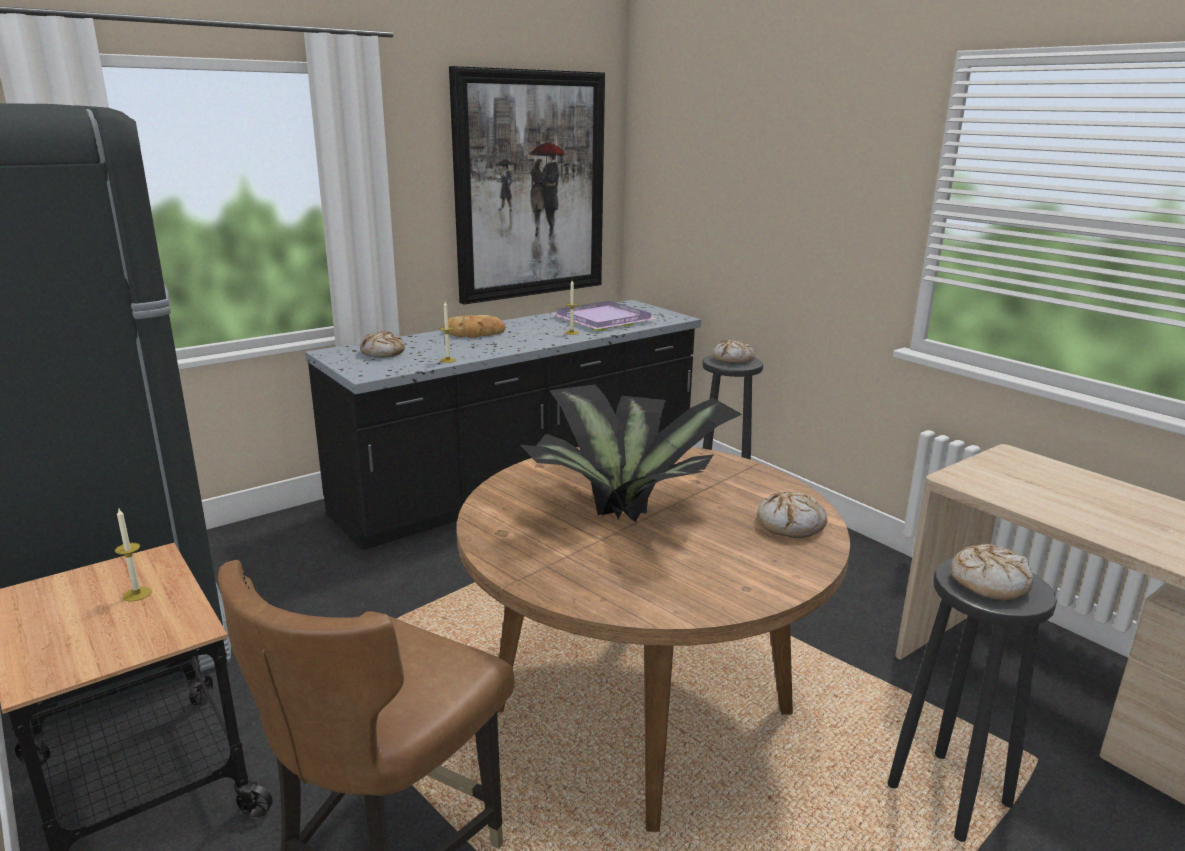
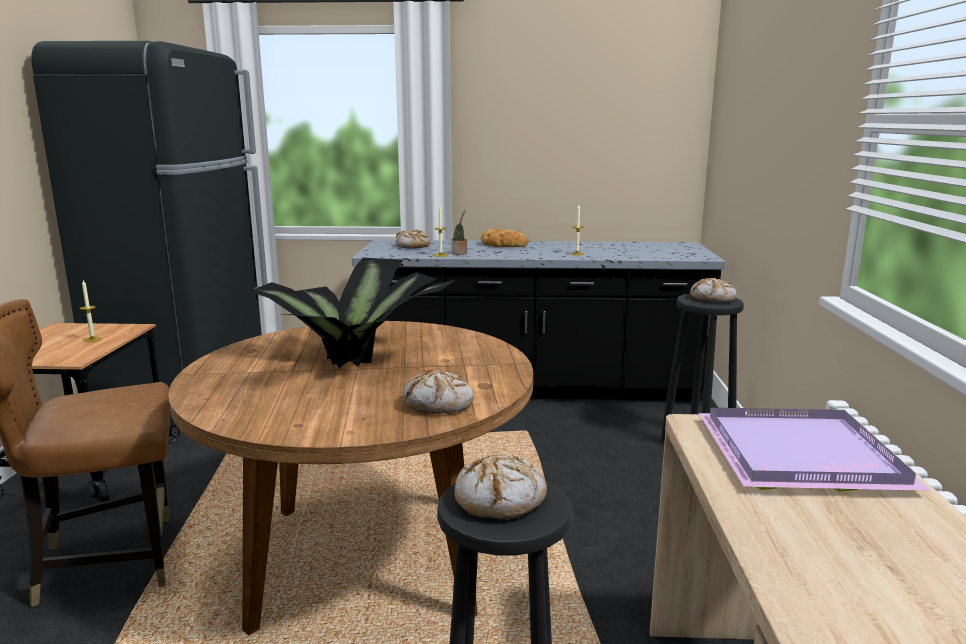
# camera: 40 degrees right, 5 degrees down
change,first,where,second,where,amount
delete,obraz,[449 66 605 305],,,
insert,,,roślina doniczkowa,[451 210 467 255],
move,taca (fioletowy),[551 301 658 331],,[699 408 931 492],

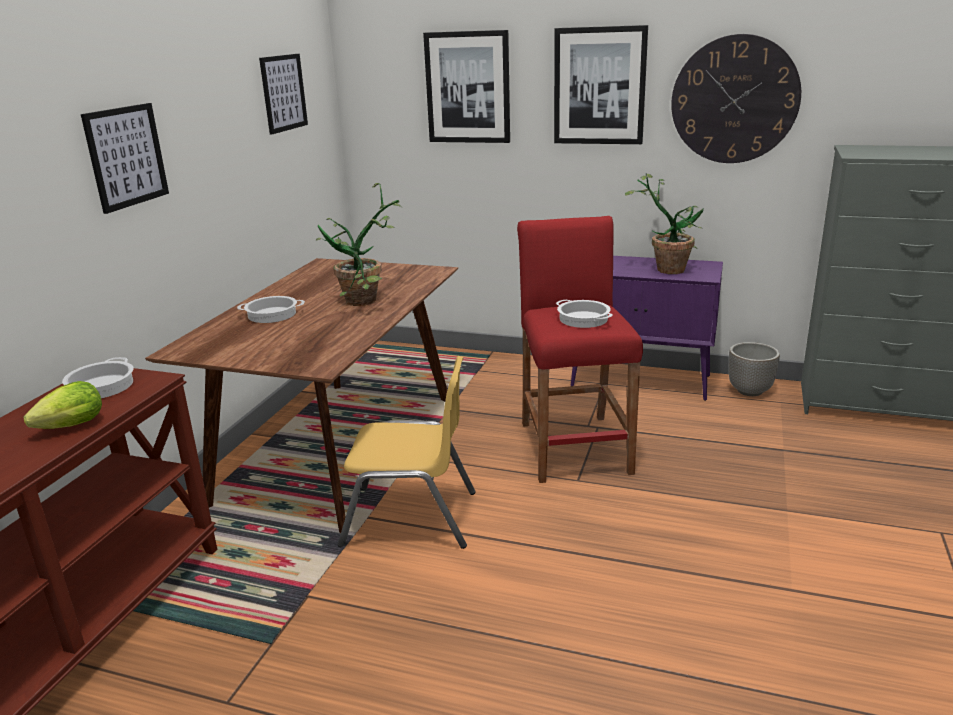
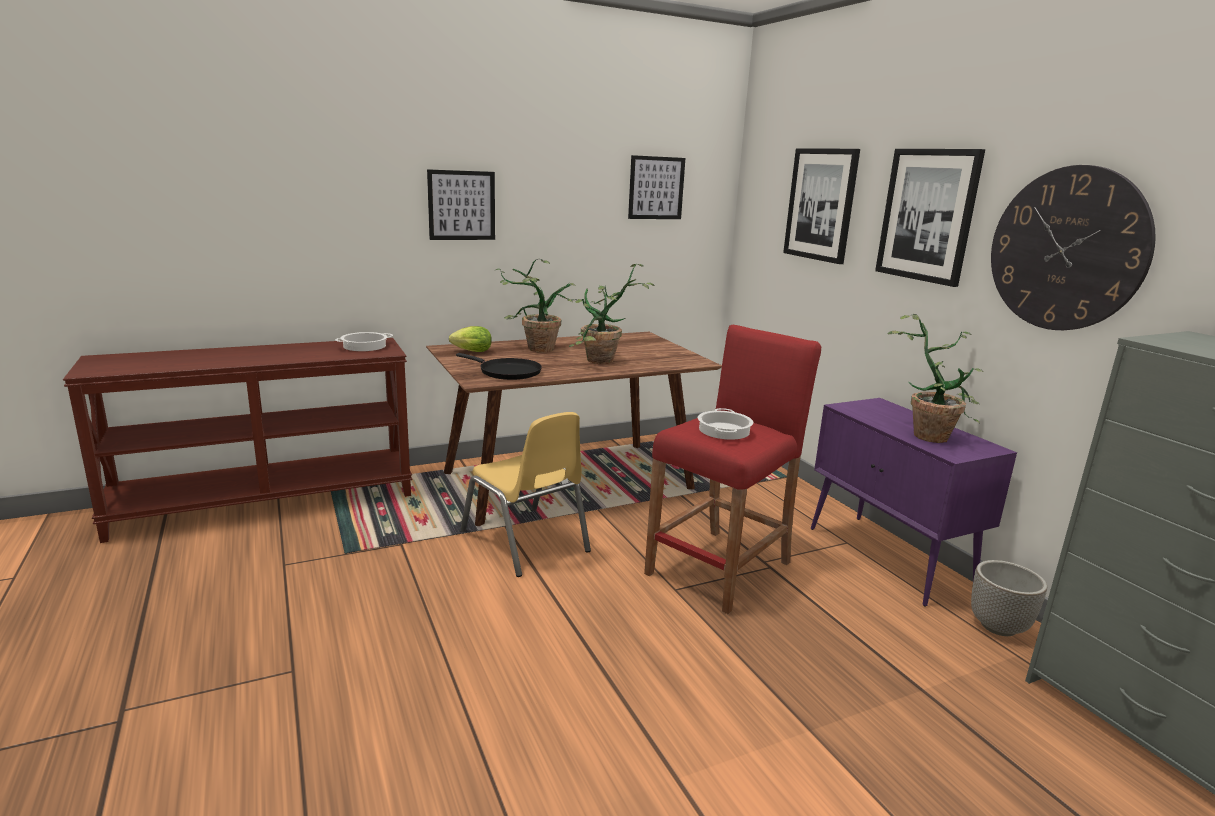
# camera: 45 degrees right, 5 degrees down
change,first,where,second,where,amount
insert,,,patelnia (czarny),[456 353 542 380],
move,sałata,[23 381 102 429],,[449 326 492 352],
replace,garnek,[237 296 305 323],roślina doniczkowa,[496 259 581 352],

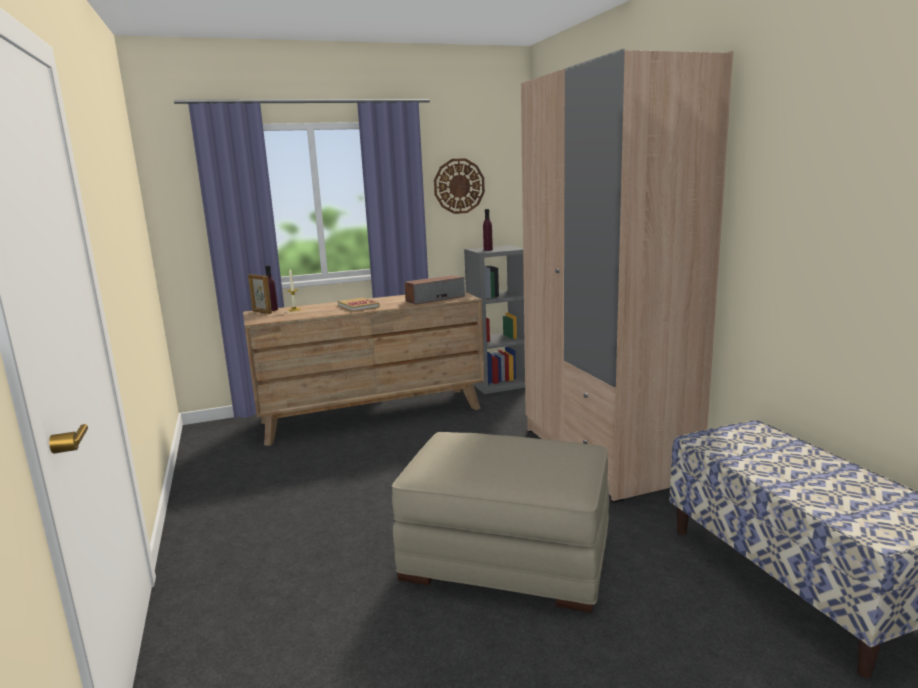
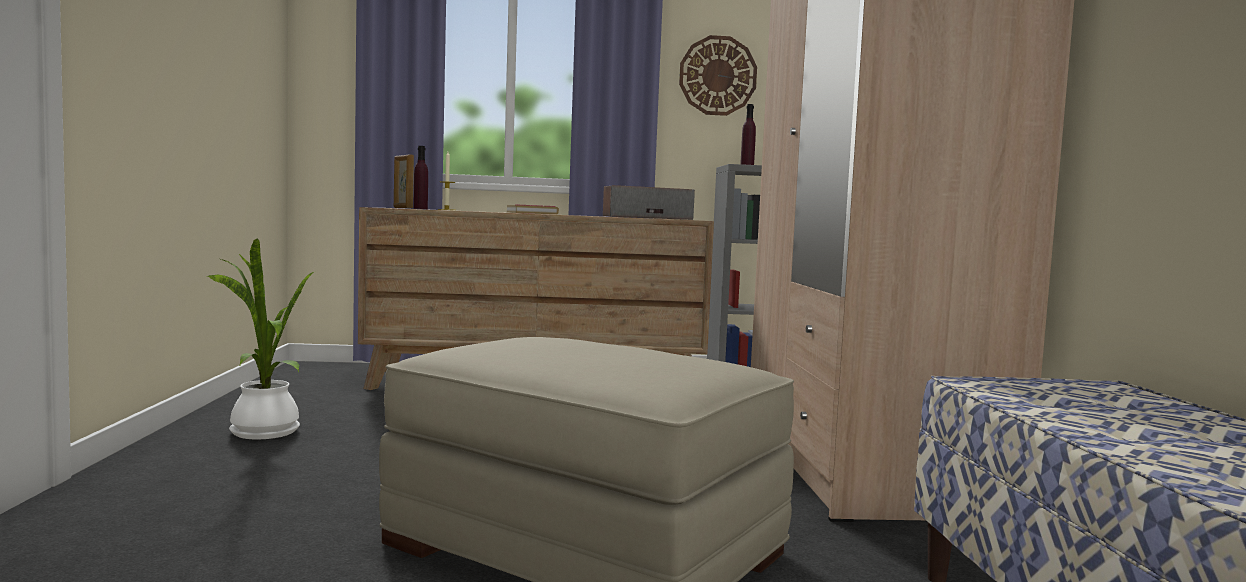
# camera: 15 degrees right, 10 degrees down
change,first,where,second,where,amount
insert,,,roślina doniczkowa,[207 238 316 439],

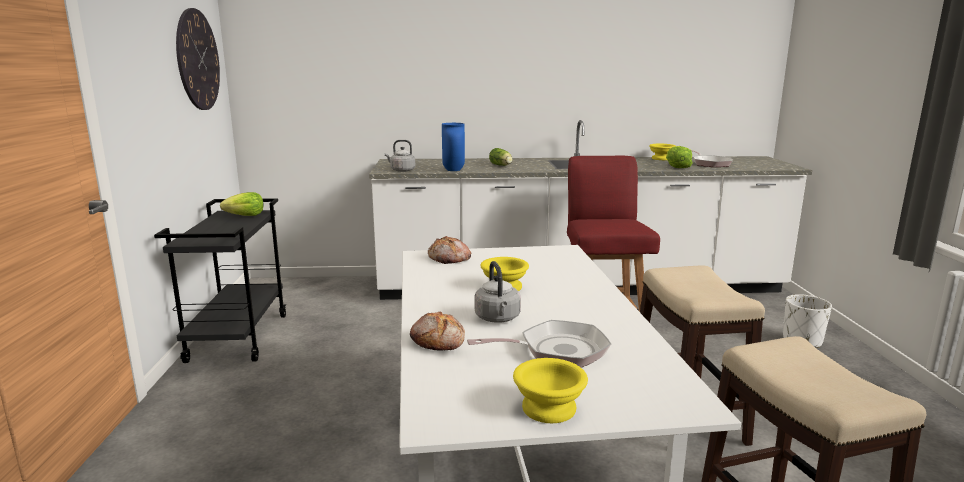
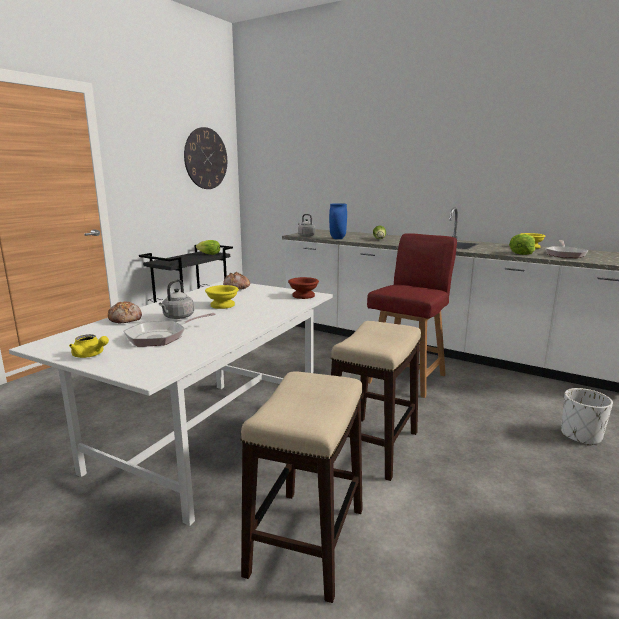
# camera: 35 degrees right, 0 degrees up
change,first,where,second,where,amount
insert,,,miska (brązowy),[288 277 319 299],
replace,miska (żółty),[513 358 588 423],imbryk (żółty),[69 334 109 358],
rotate,patelnia,[467 320 611 368],,[123 313 216 347],120 degrees clockwise

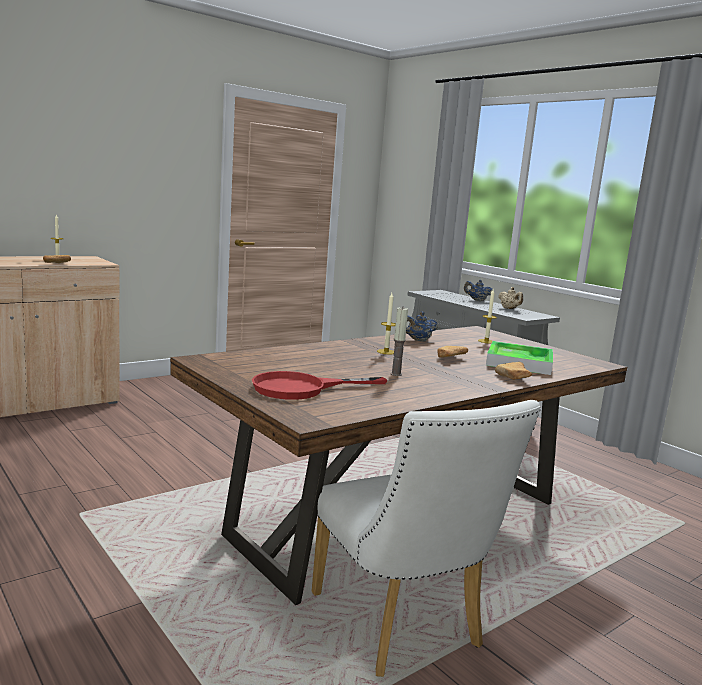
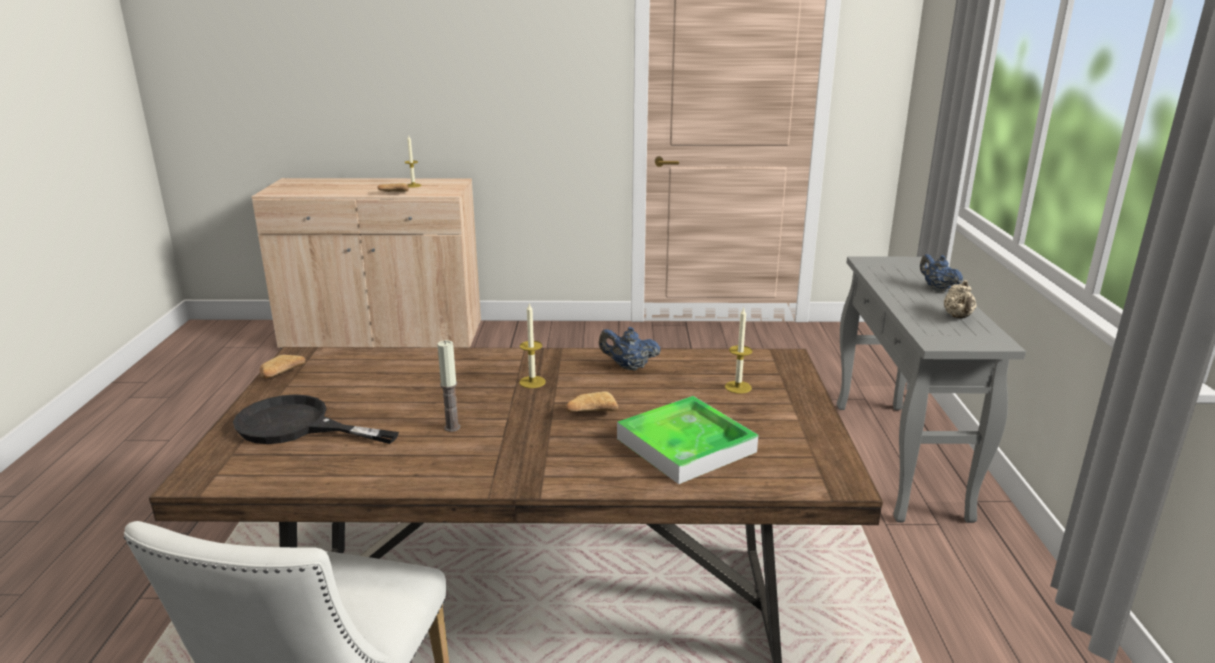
# camera: 40 degrees right, 10 degrees up
change,first,where,second,where,amount
move,chleb,[495 362 532 380],,[260 355 306 379],
recolor,patelnia (czerwony),[252 371 387 400],patelnia (czarny),[233 394 399 444],

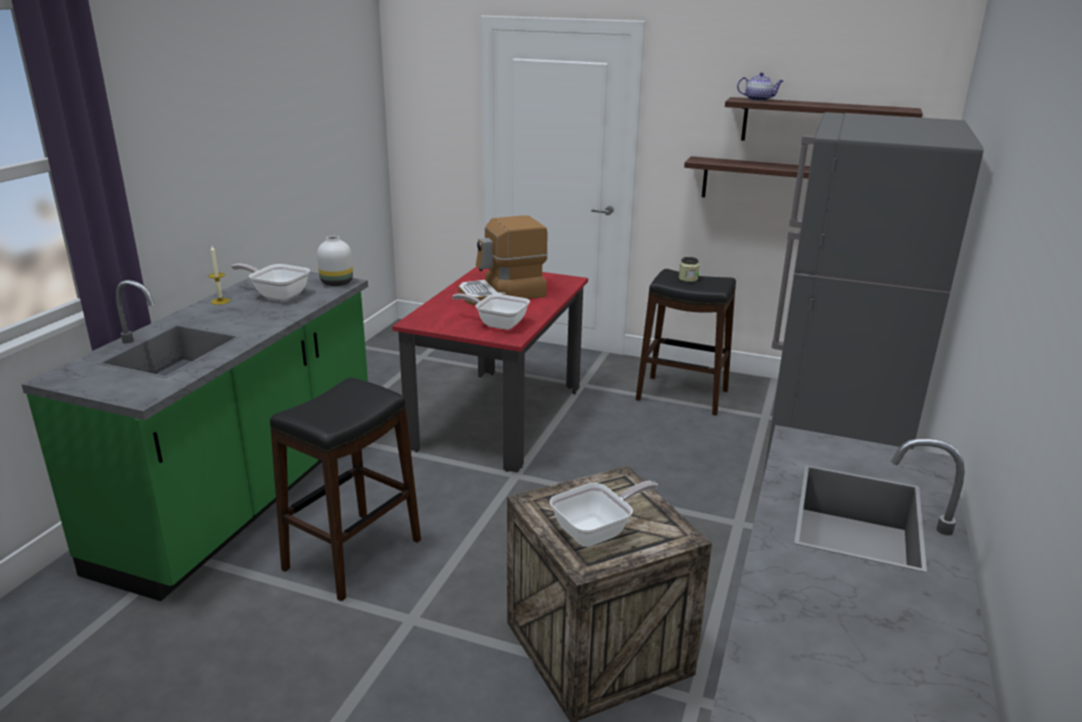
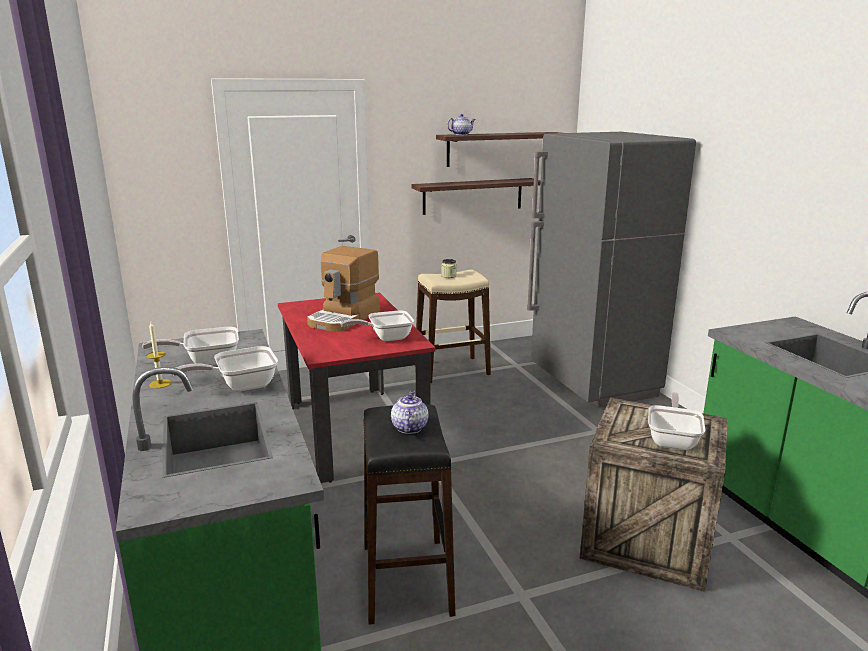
# camera: 40 degrees left, 5 degrees down
change,first,where,second,where,amount
delete,wazon (biały),[317 236 353 286],,,
insert,,,patelnia,[174 346 278 391],
insert,,,imbryk,[391 391 428 434],
recolor,stołek (czarny),[636 269 736 416],stołek (beżowy),[415 269 491 383],

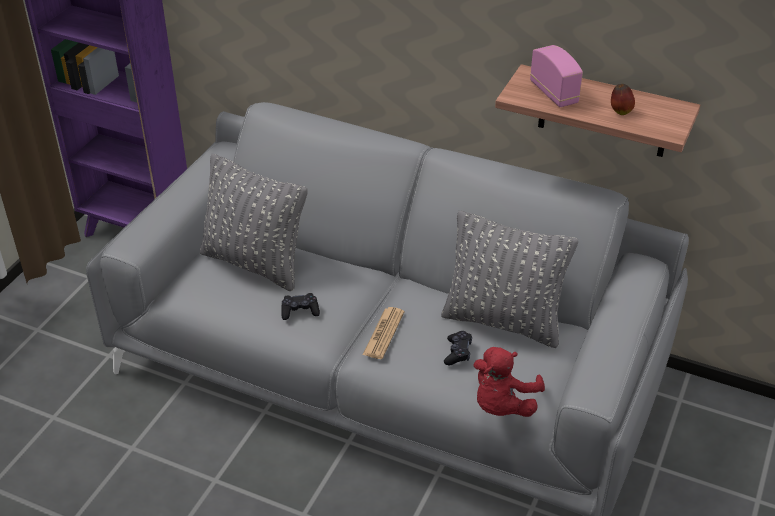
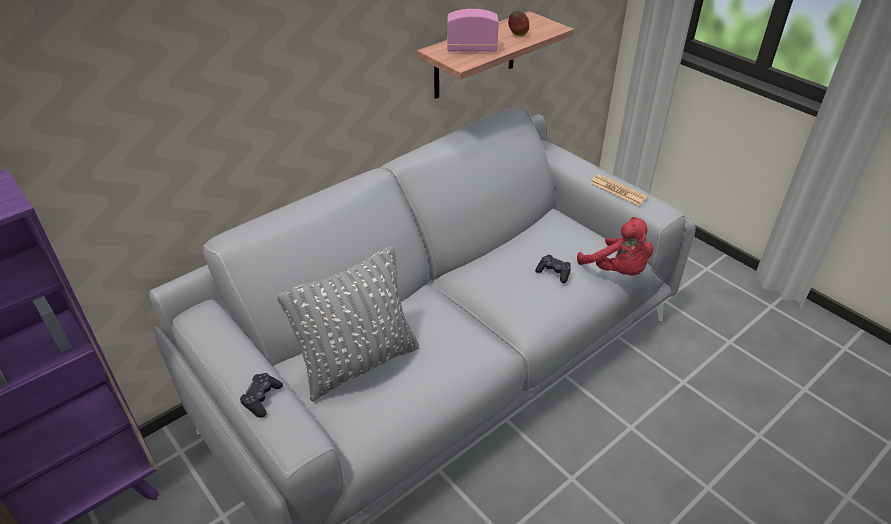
# camera: 65 degrees left, 0 degrees up
change,first,where,second,where,amount
delete,poduszka (szary),[441 211 578 348],,,
move,pad do gier (czarny),[281 293 320 320],,[240 373 283 418],
move,gazeta,[363 307 404 359],,[590 174 648 206],

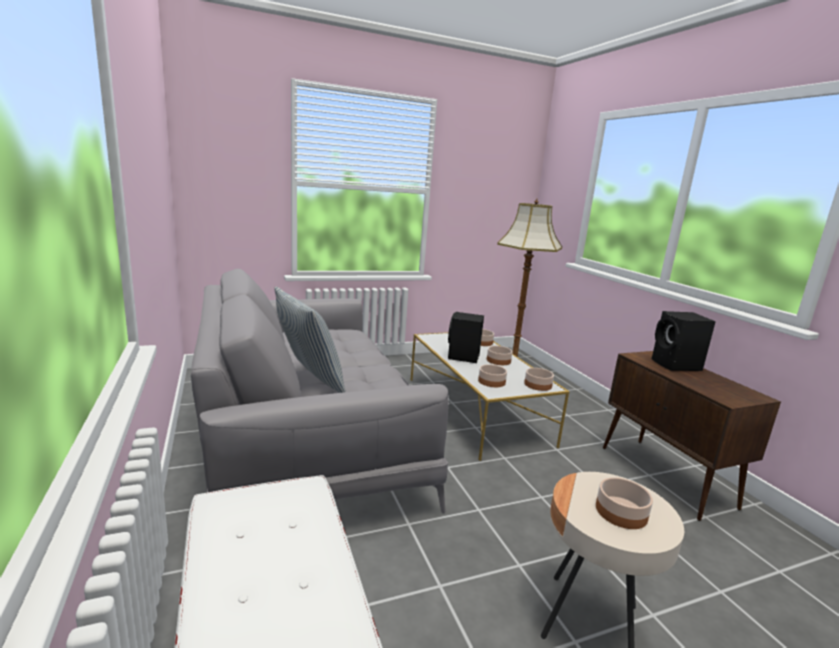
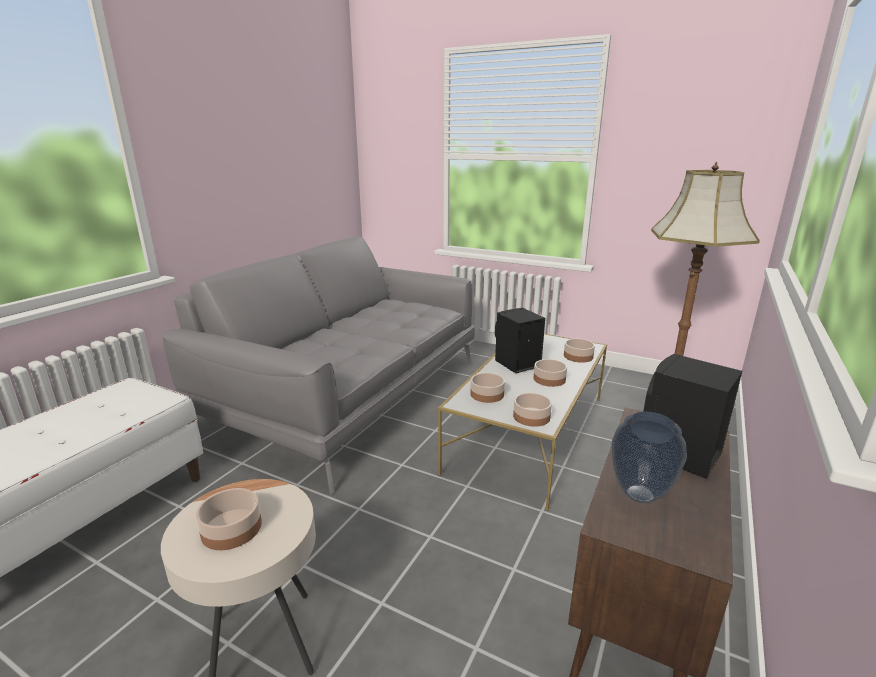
# camera: 50 degrees right, 5 degrees up
change,first,where,second,where,amount
delete,poduszka,[274 286 346 393],,,
insert,,,wazon,[612 412 687 503],

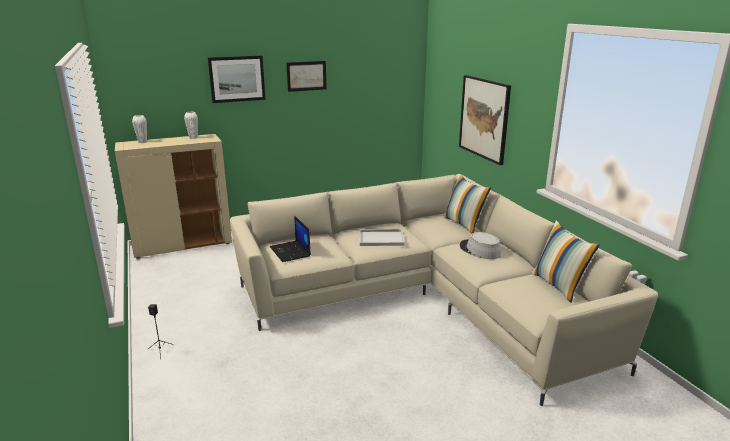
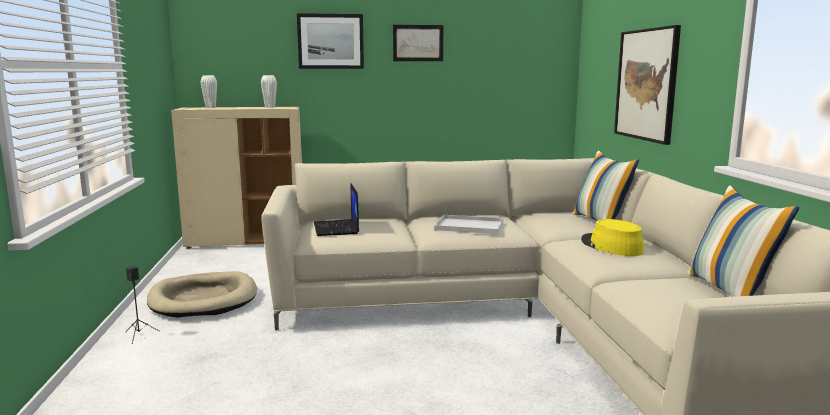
# camera: 15 degrees right, 10 degrees down
change,first,where,second,where,amount
insert,,,legowisko (beżowy),[147 271 257 318],
recolor,kapelusz (szary),[460 232 501 259],kapelusz (żółty),[581 219 644 256],

